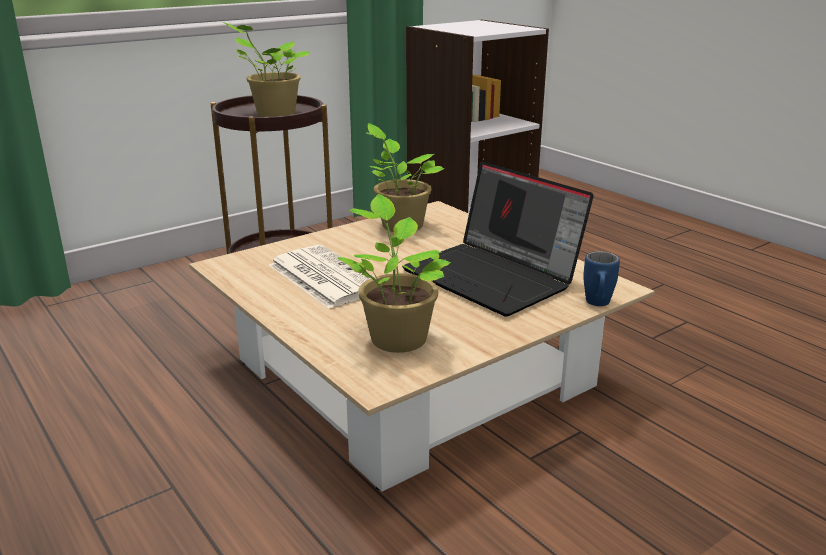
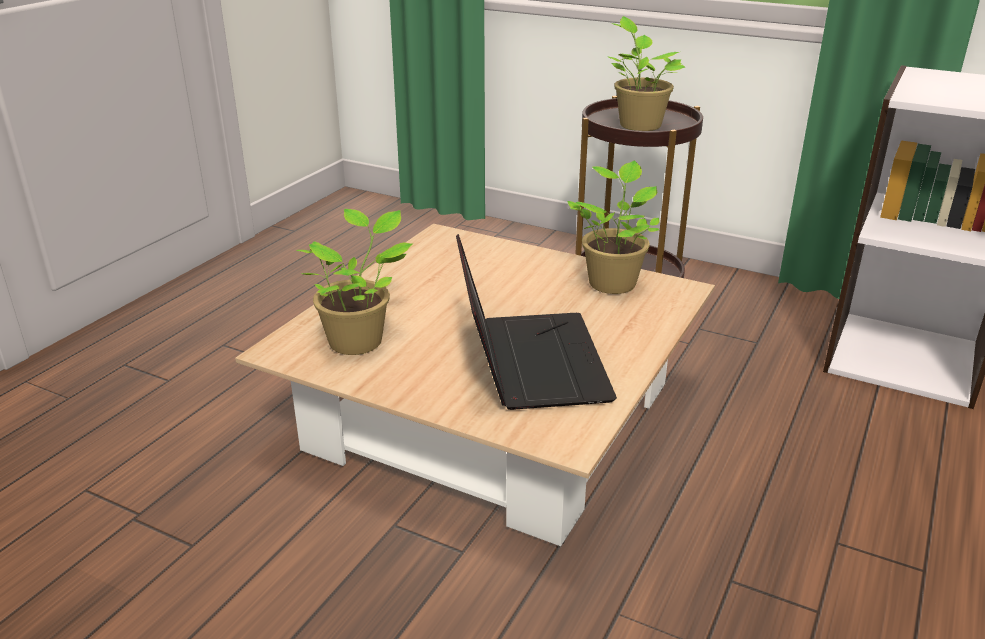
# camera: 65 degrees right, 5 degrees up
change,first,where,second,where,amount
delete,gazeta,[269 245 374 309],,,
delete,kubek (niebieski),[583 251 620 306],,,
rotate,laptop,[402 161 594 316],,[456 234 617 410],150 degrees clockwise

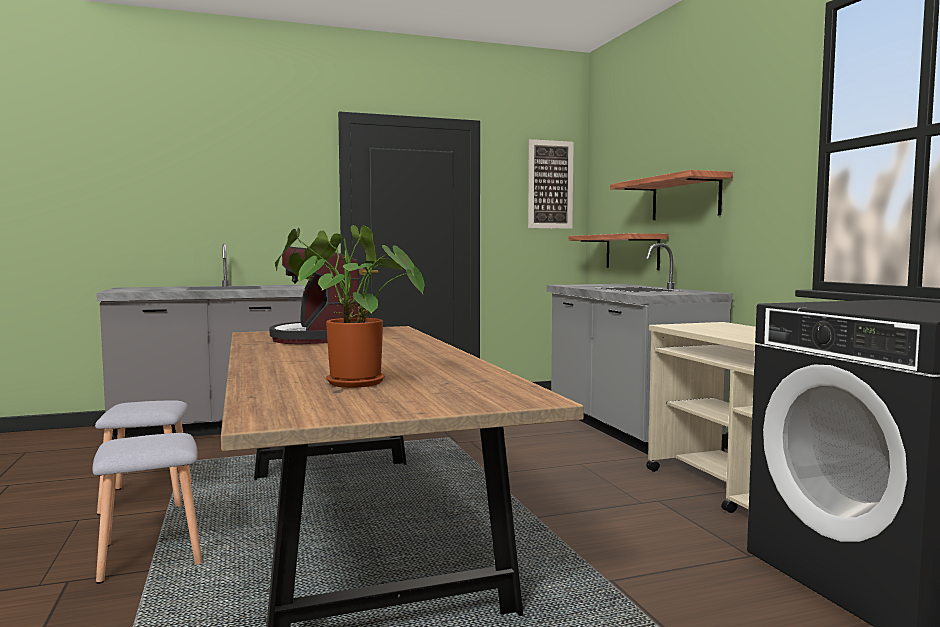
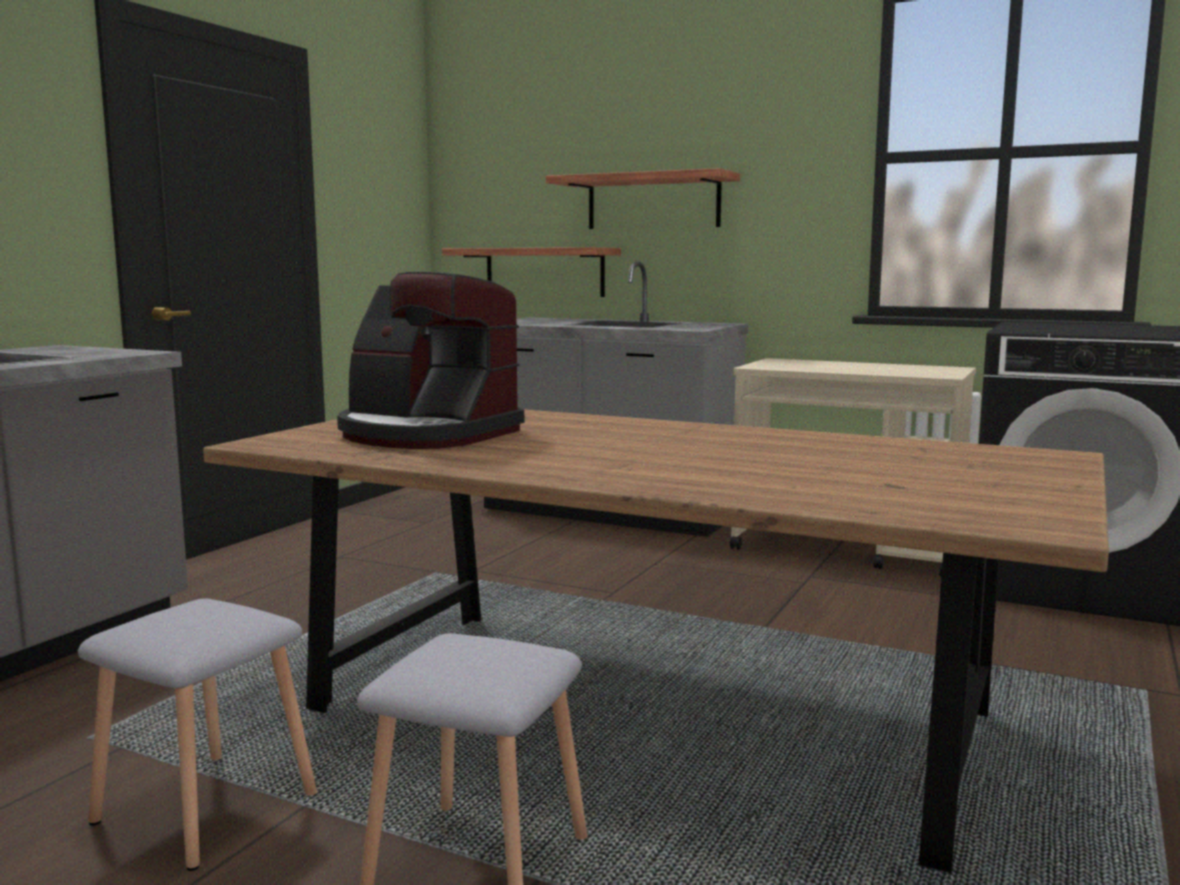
# camera: 45 degrees left, 5 degrees up
change,first,where,second,where,amount
delete,roślina doniczkowa,[275 225 424 388],,,
delete,obraz,[528 139 574 229],,,

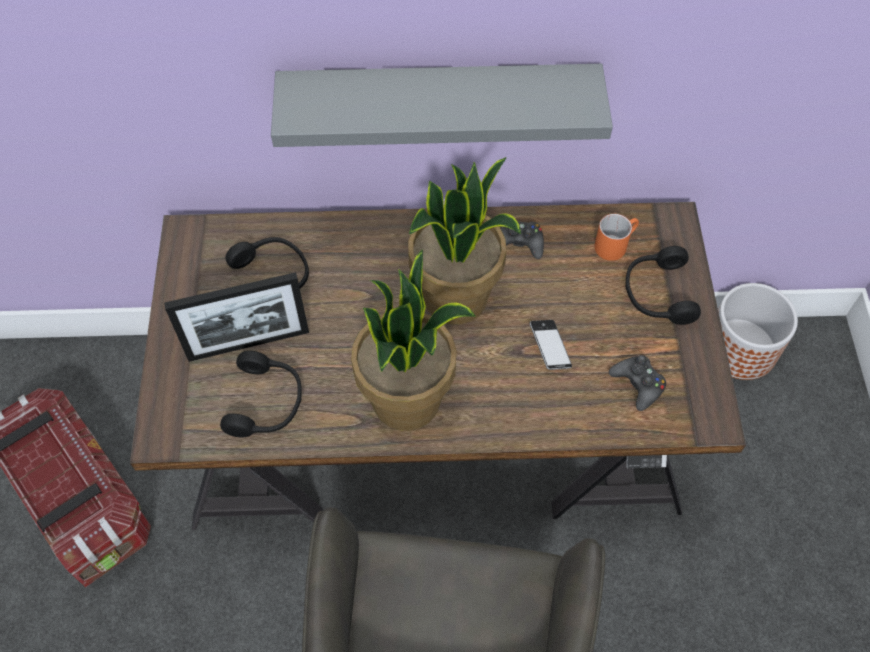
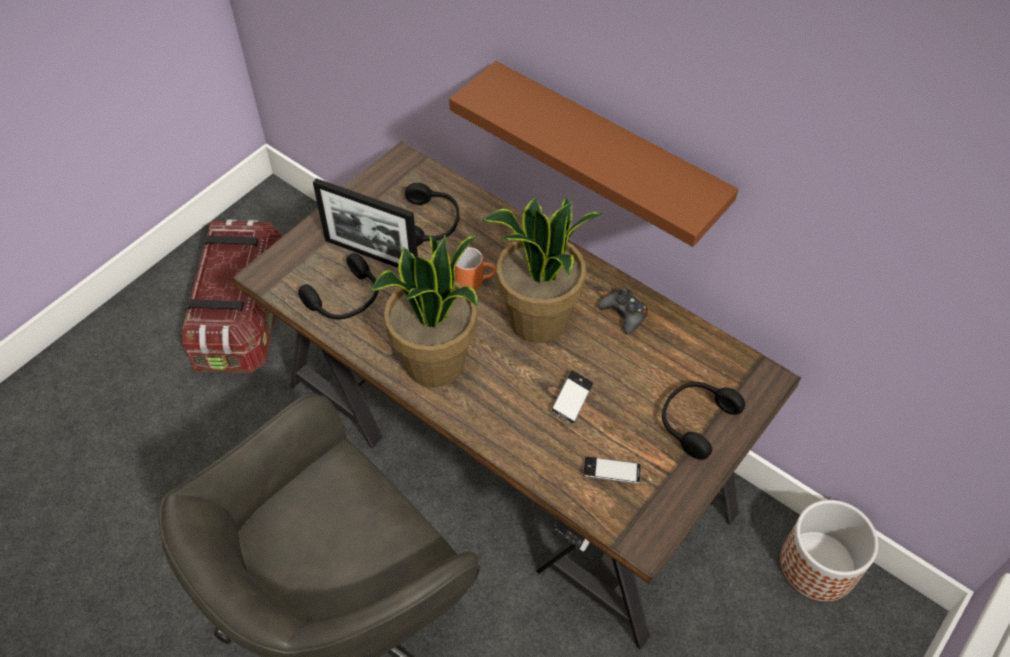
# camera: 40 degrees right, 5 degrees down
change,first,where,second,where,amount
move,kubek (pomarańczowy),[594 214 639 261],,[455 247 496 290],
replace,pad do gier (czarny),[609 355 666 411],telefon,[583 456 641 484],
recolor,półka (szary),[271 64 613 147],półka (brązowy),[449 61 738 247],

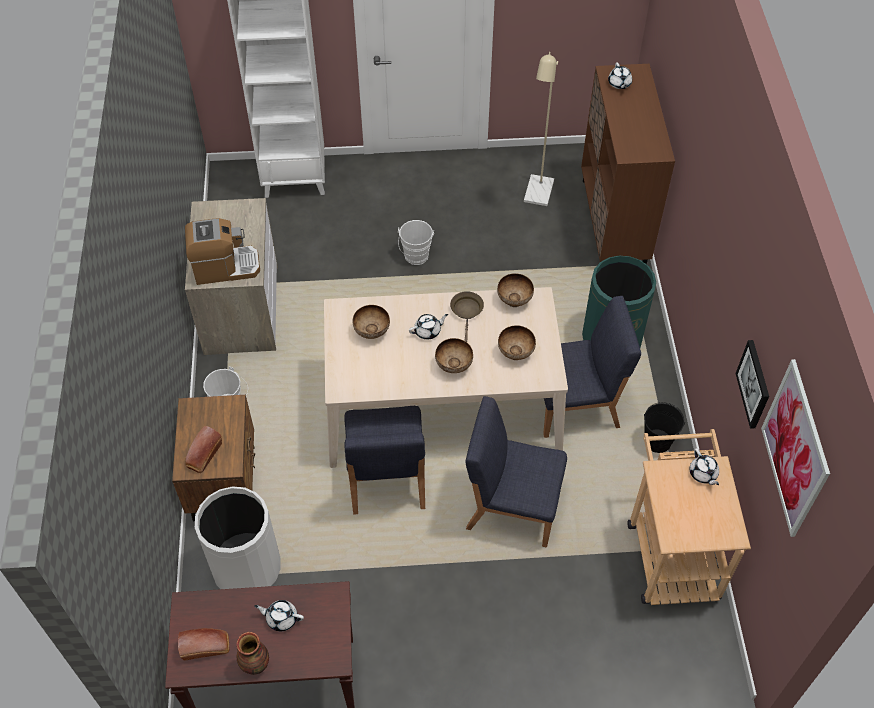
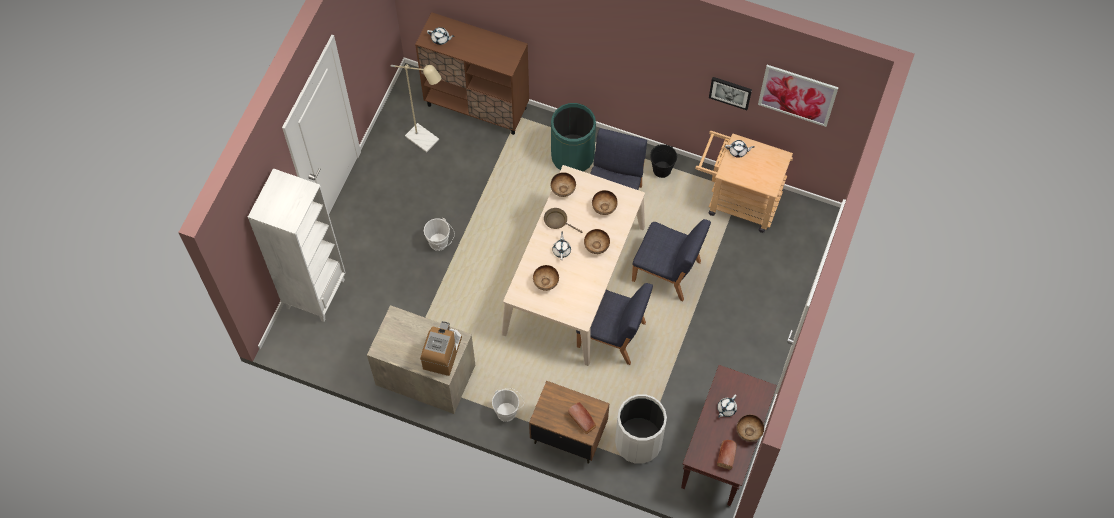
# camera: 65 degrees left, 10 degrees up
change,first,where,second,where,amount
replace,wazon,[236 632 269 675],miska,[737 415 764 442],
rotate,krzesło (niebieski),[466 396 567 547],,[632 219 711 302],105 degrees counterclockwise

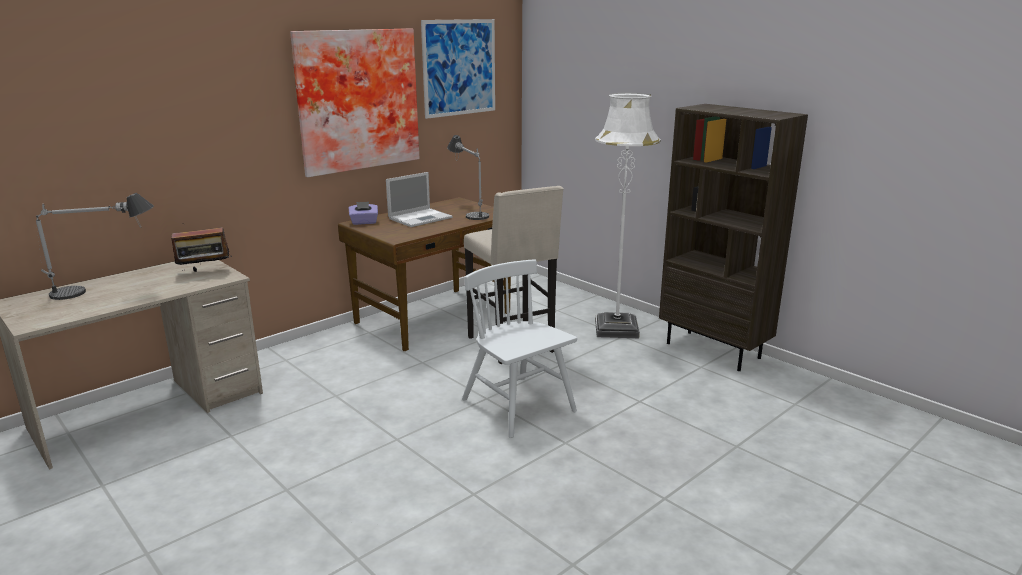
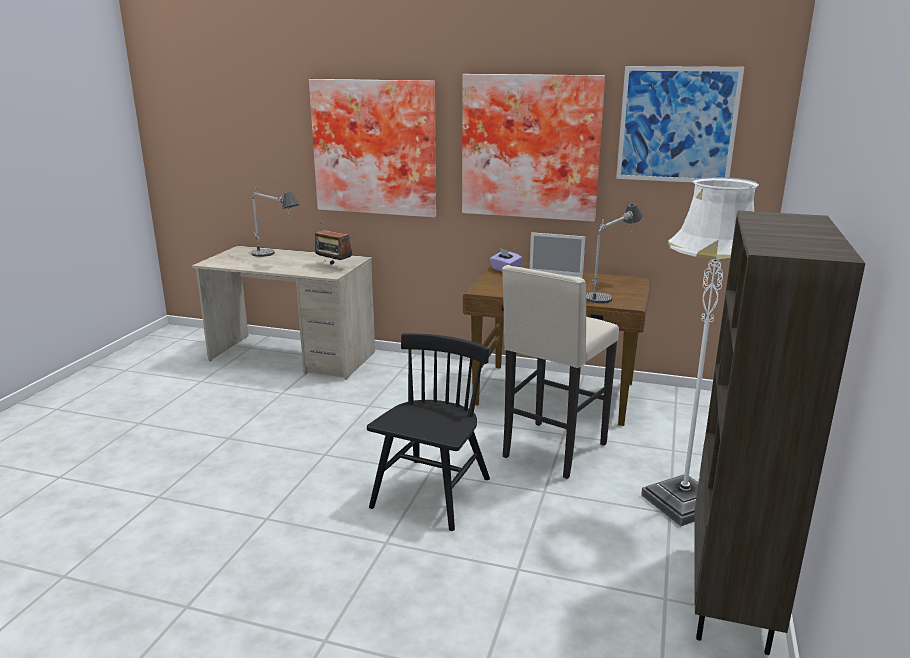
# camera: 60 degrees right, 0 degrees up
change,first,where,second,where,amount
insert,,,obraz,[309 79 436 217],
recolor,krzesło (biały),[462 260 577 438],krzesło (czarny),[367 333 490 531],

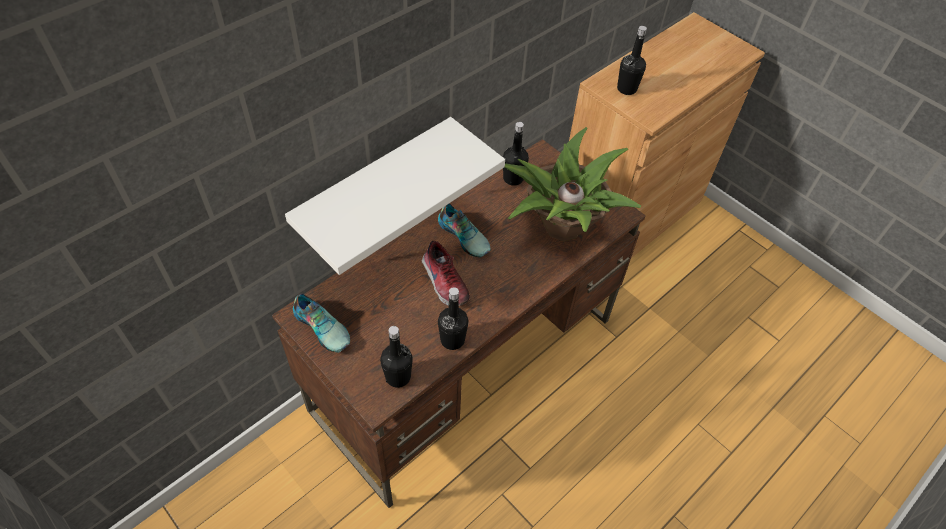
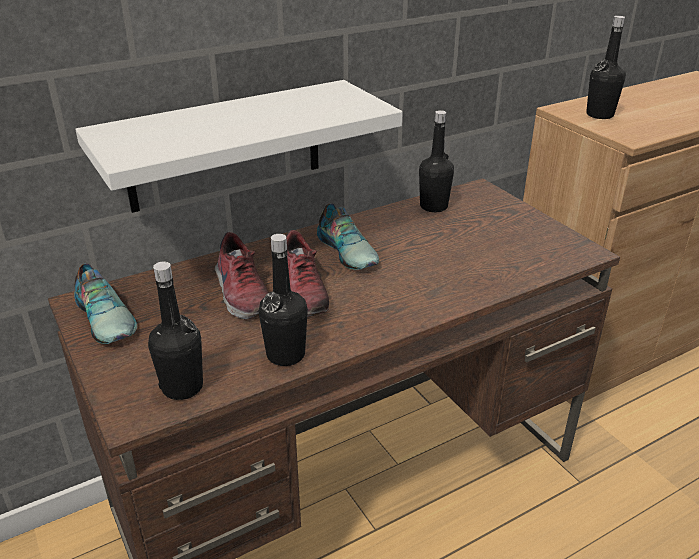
# camera: 15 degrees right, 20 degrees down
change,first,where,second,where,amount
delete,roślina doniczkowa,[505 127 641 241],,,
insert,,,but,[214 232 268 320],

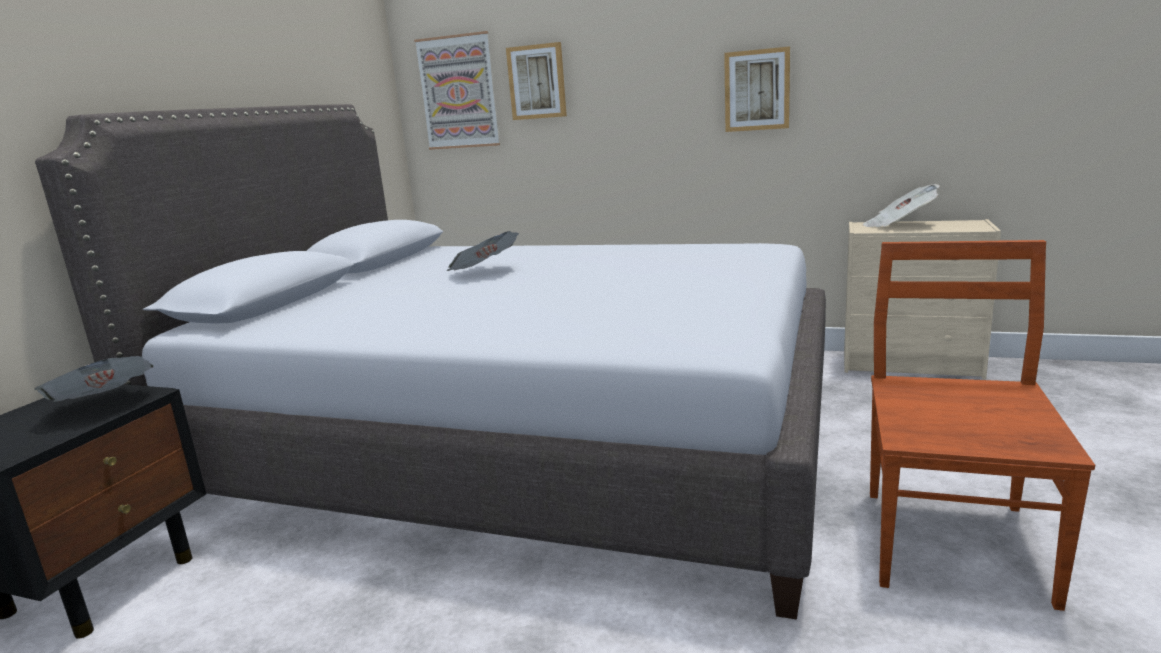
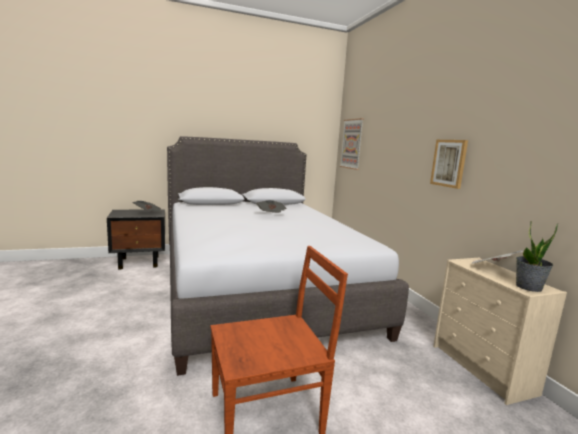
# camera: 50 degrees right, 5 degrees down
change,first,where,second,where,amount
delete,obraz,[506 42 567 120],,,
insert,,,roślina doniczkowa,[516 221 558 292],

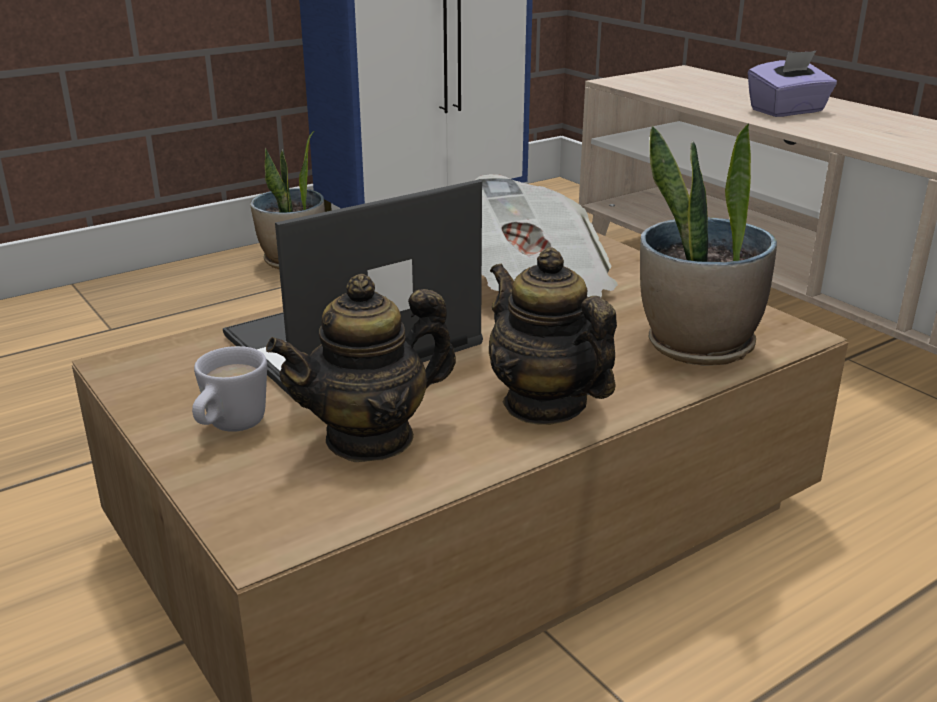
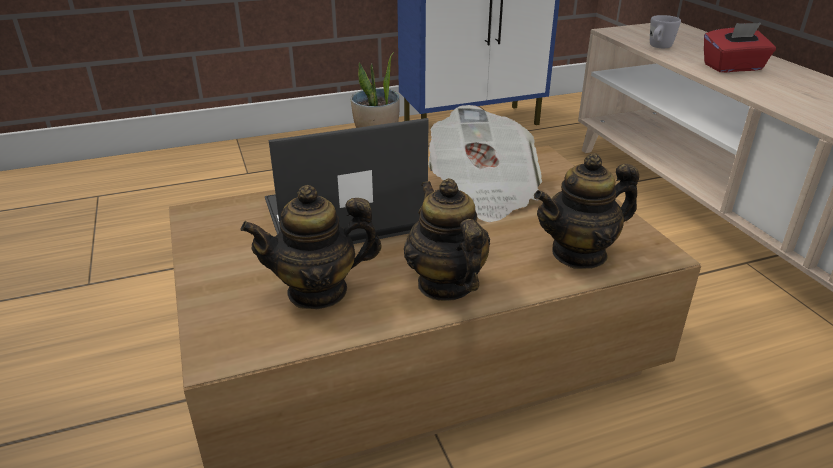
# camera: 15 degrees right, 5 degrees up
change,first,where,second,where,amount
move,kubek (biały),[192 346 267 432],,[650 15 681 48],
replace,roślina doniczkowa,[640 123 777 366],imbryk,[534 153 639 269],
recolor,pudełko chusteczek (fioletowy),[748 51 837 117],pudełko chusteczek (czerwony),[704 23 776 72],

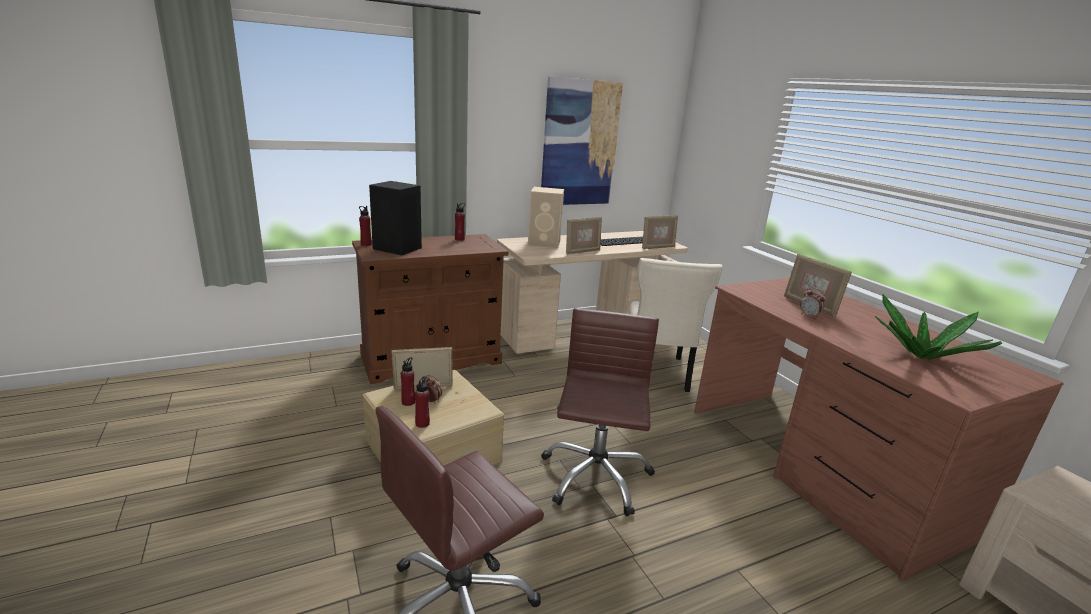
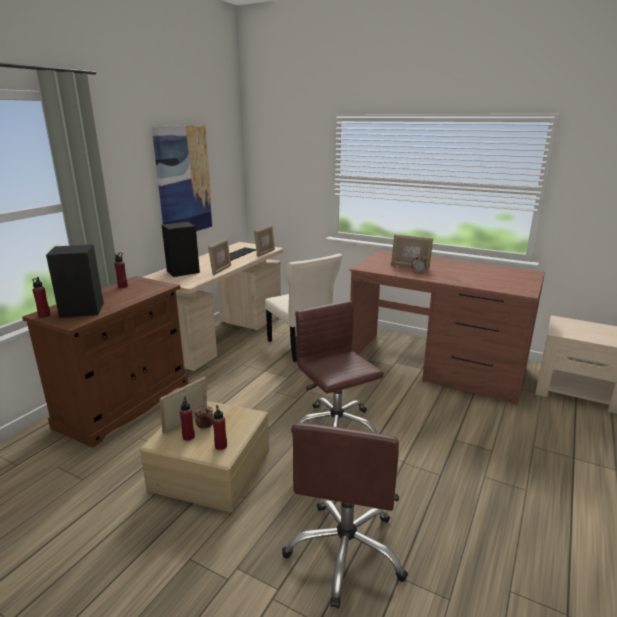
# camera: 35 degrees left, 0 degrees up
change,first,where,second,where,amount
delete,roślina doniczkowa,[875 294 1002 360],,,
recolor,głośnik (beżowy),[528 187 564 249],głośnik (czarny),[162 222 200 277],

